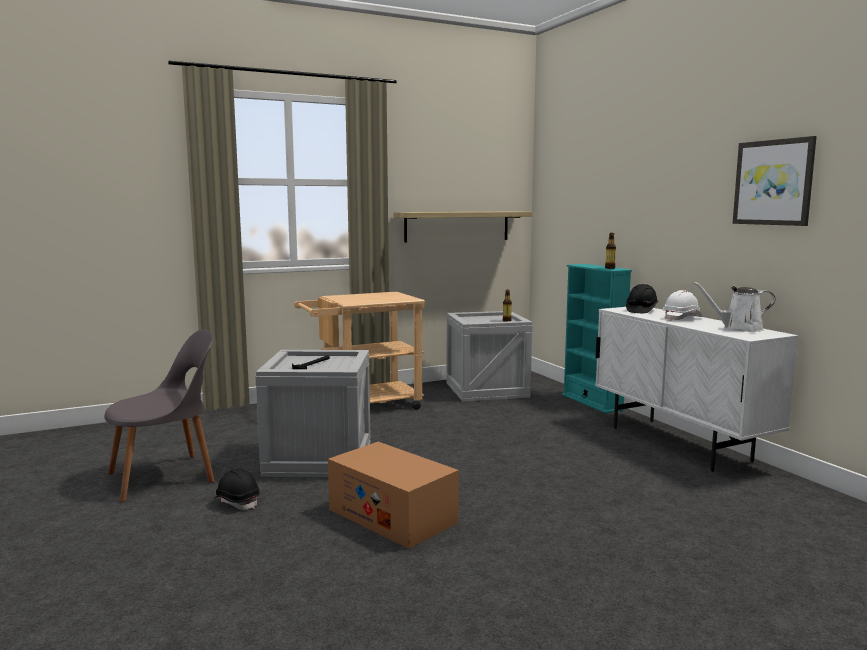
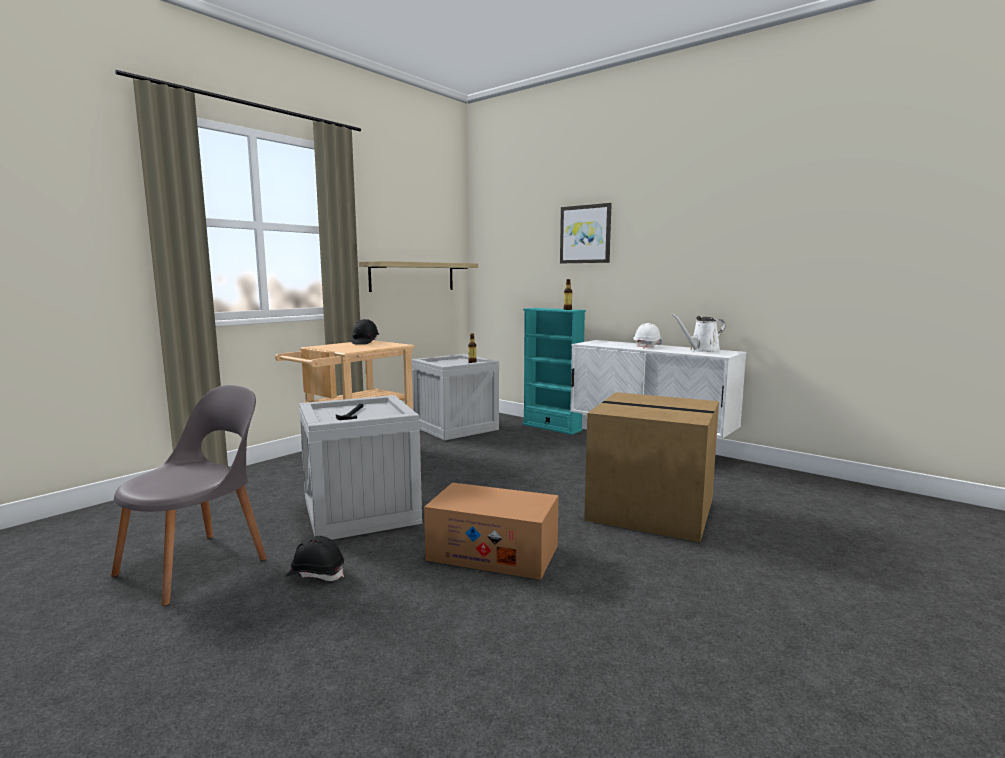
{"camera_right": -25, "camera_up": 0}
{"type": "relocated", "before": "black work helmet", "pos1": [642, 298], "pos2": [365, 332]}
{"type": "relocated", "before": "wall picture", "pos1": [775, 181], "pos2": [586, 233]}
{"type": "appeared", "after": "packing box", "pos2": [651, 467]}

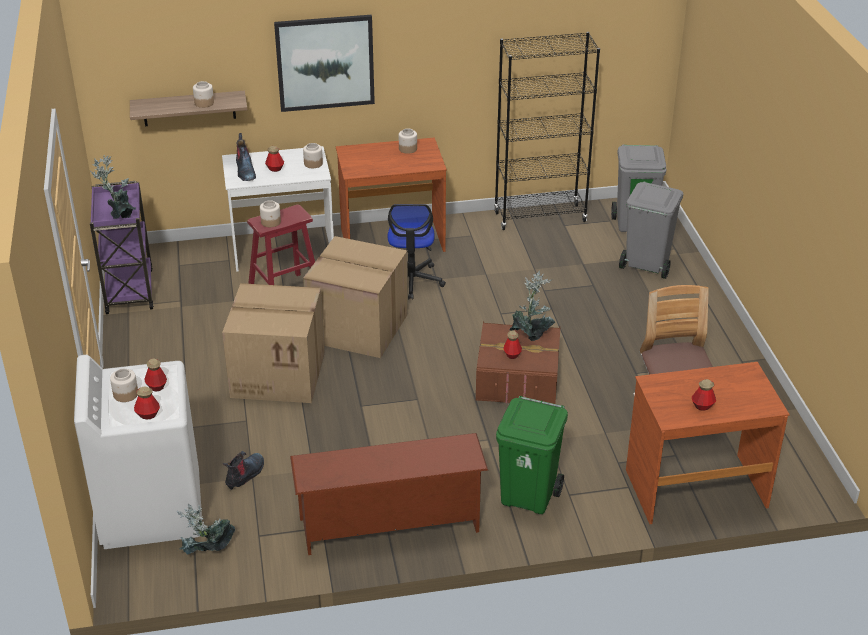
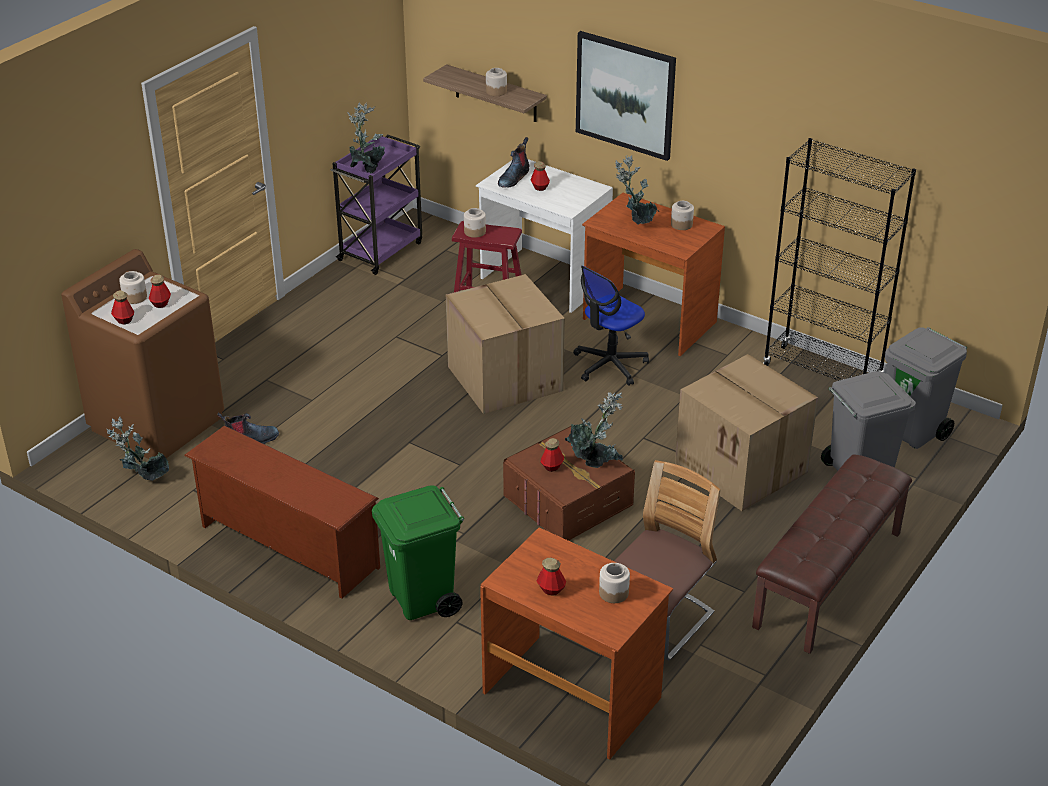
{"camera_right": 45, "camera_up": 0}
{"type": "colour", "before": "white-coloured laundry machine", "after": "brown-coloured laundry machine", "pos1": [138, 452], "pos2": [142, 354]}
{"type": "relocated", "before": "packing box", "pos1": [273, 343], "pos2": [746, 432]}
{"type": "relocated", "before": "preserve jar", "pos1": [313, 155], "pos2": [614, 583]}
{"type": "appeared", "after": "plant in a pot", "pos2": [637, 190]}
{"type": "appeared", "after": "brown-coloured long seat", "pos2": [832, 554]}

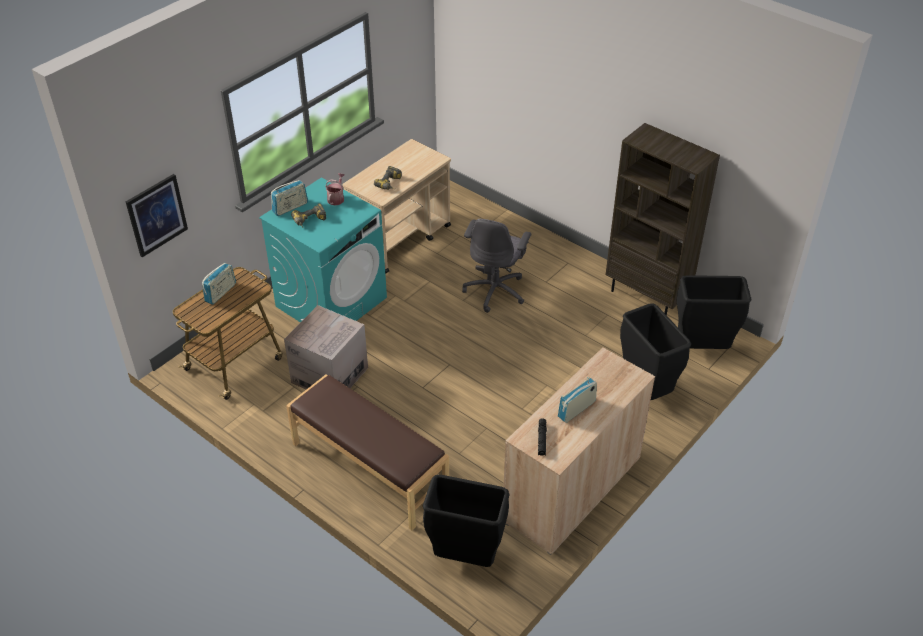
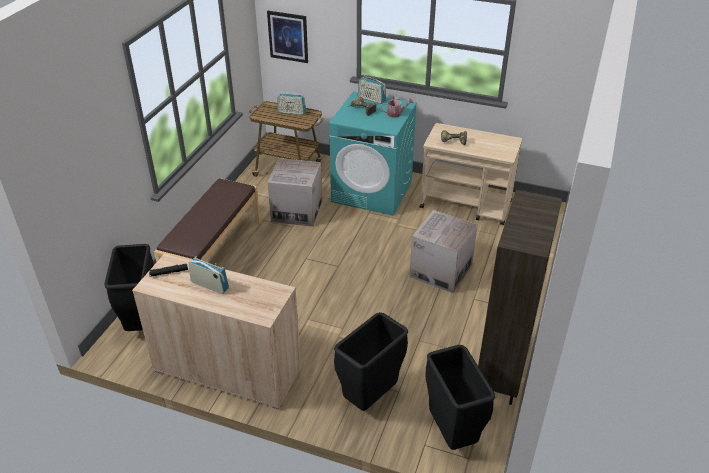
{"camera_right": 70, "camera_up": -5}
{"type": "exchanged", "before": "gray desk chair", "after": "packing box", "pos1": [496, 266], "pos2": [443, 251]}

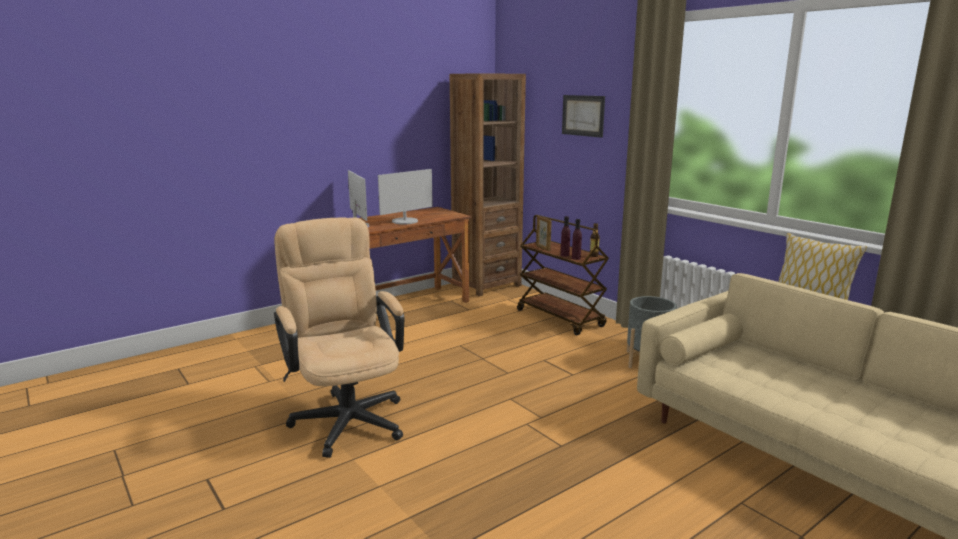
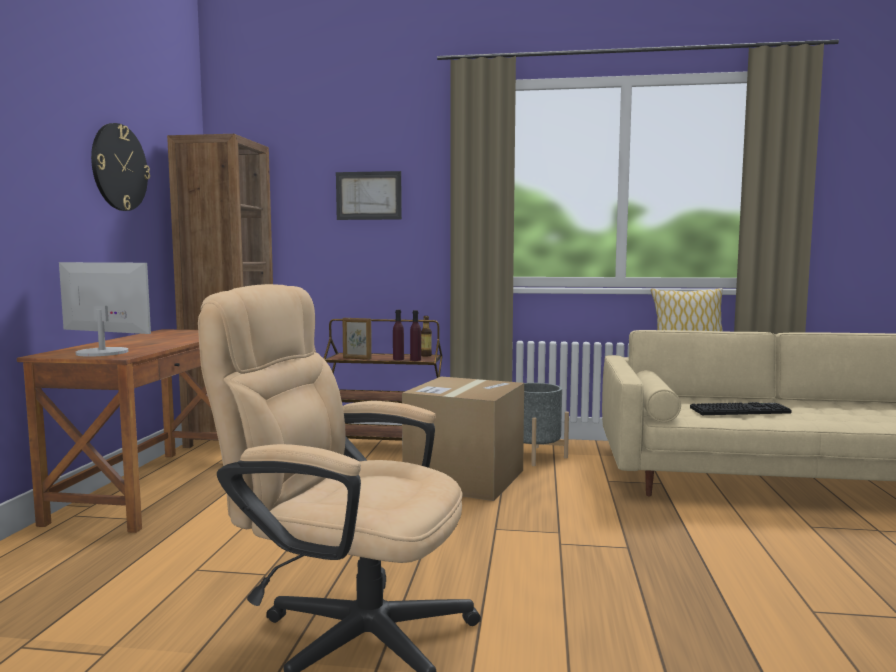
{"camera_right": -45, "camera_up": -10}
{"type": "missing", "before": "computer screen", "pos1": [405, 197]}
{"type": "appeared", "after": "hanging clock", "pos2": [120, 167]}
{"type": "appeared", "after": "packing box", "pos2": [463, 439]}
{"type": "appeared", "after": "computer keyboard", "pos2": [741, 408]}

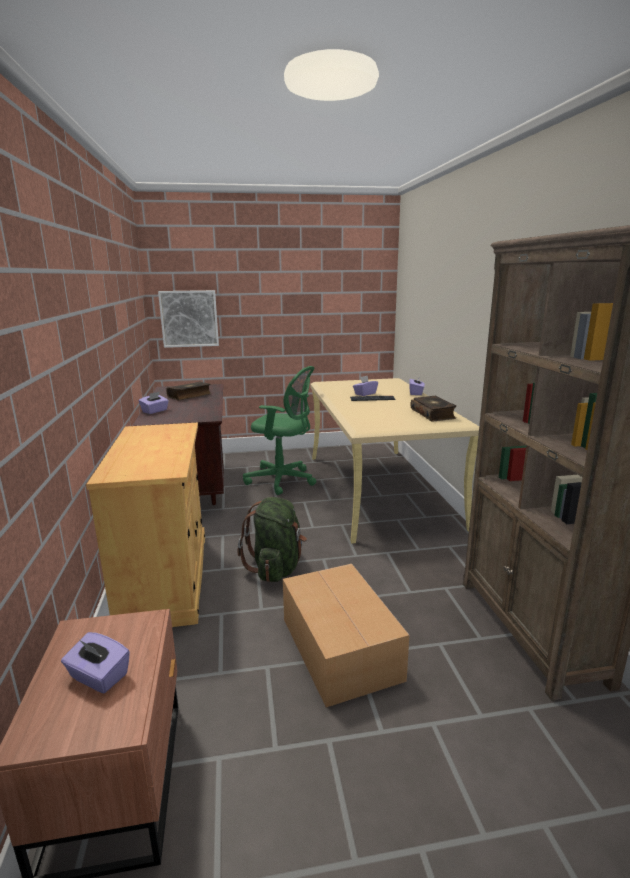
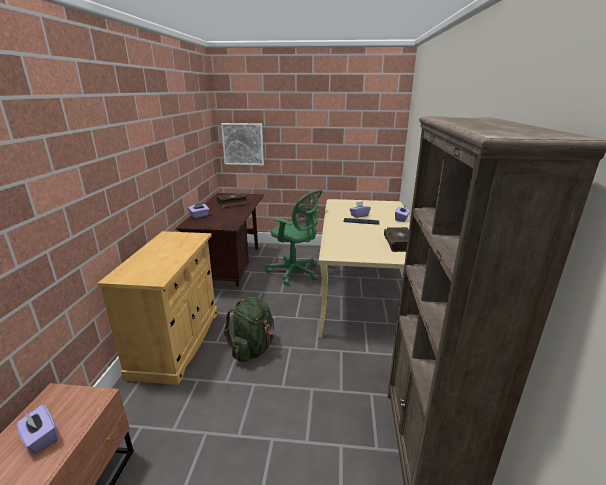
{"camera_right": 15, "camera_up": 5}
{"type": "missing", "before": "packing box", "pos1": [346, 635]}

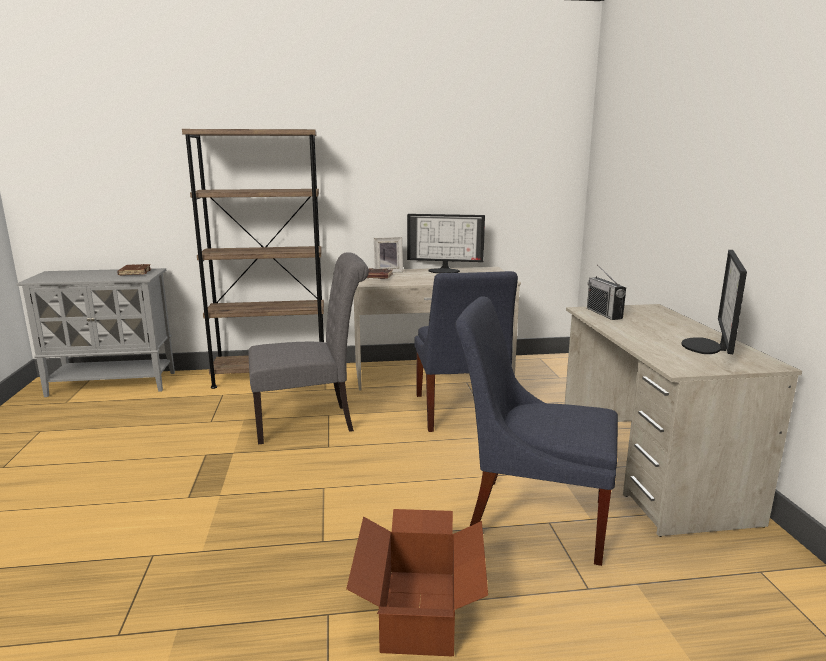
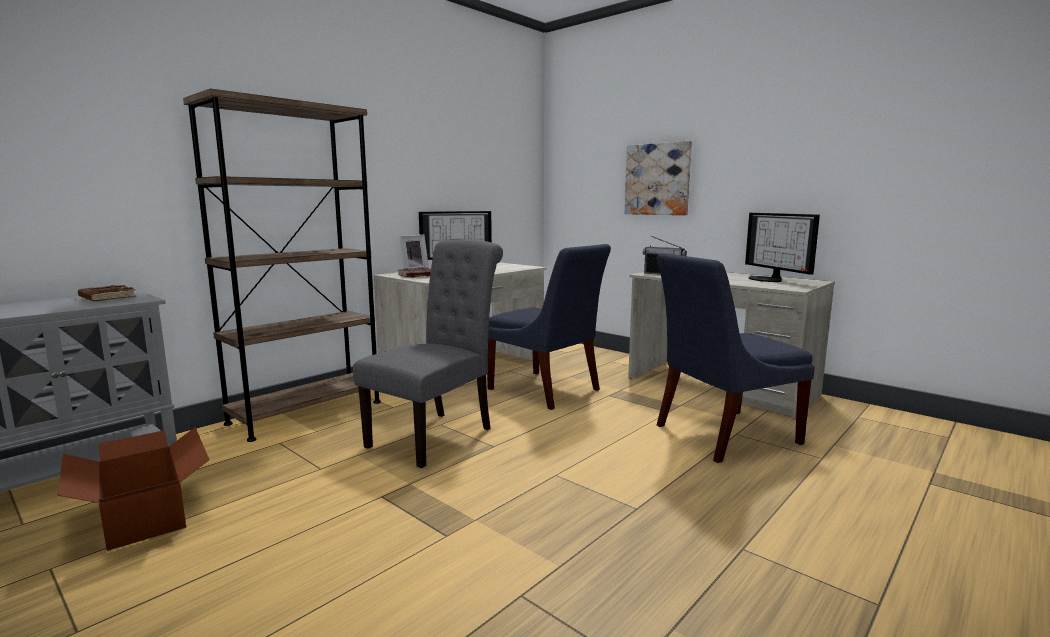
{"camera_right": -40, "camera_up": -5}
{"type": "relocated", "before": "packing box", "pos1": [417, 582], "pos2": [133, 489]}
{"type": "appeared", "after": "wall picture", "pos2": [658, 178]}

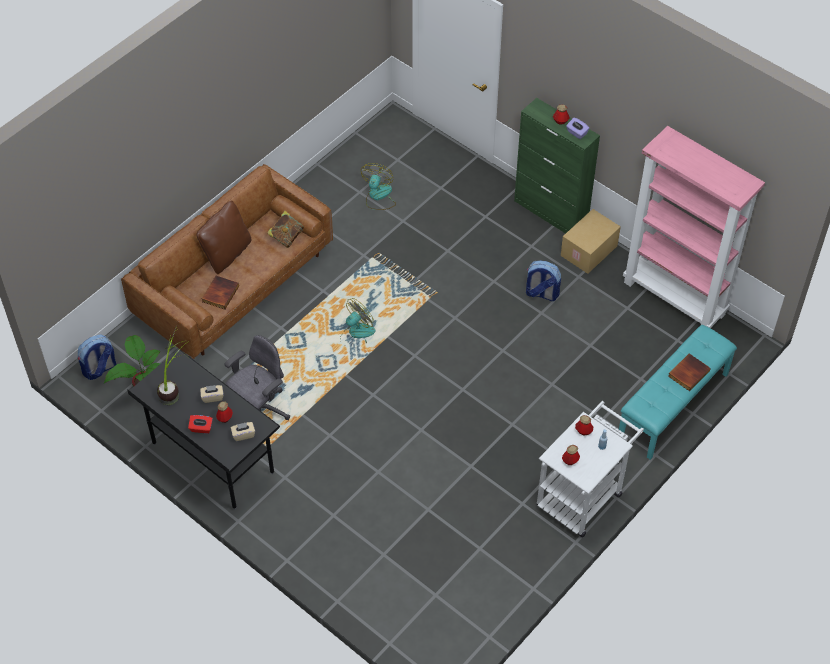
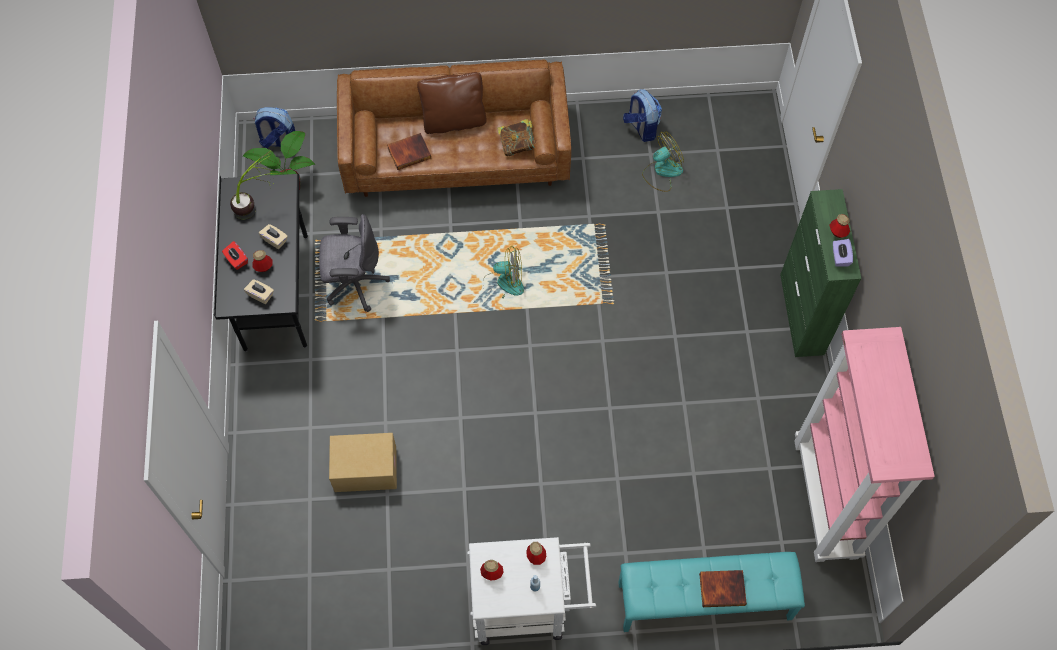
{"camera_right": 45, "camera_up": 10}
{"type": "relocated", "before": "rucksack", "pos1": [543, 281], "pos2": [642, 115]}
{"type": "relocated", "before": "packing box", "pos1": [591, 241], "pos2": [363, 462]}

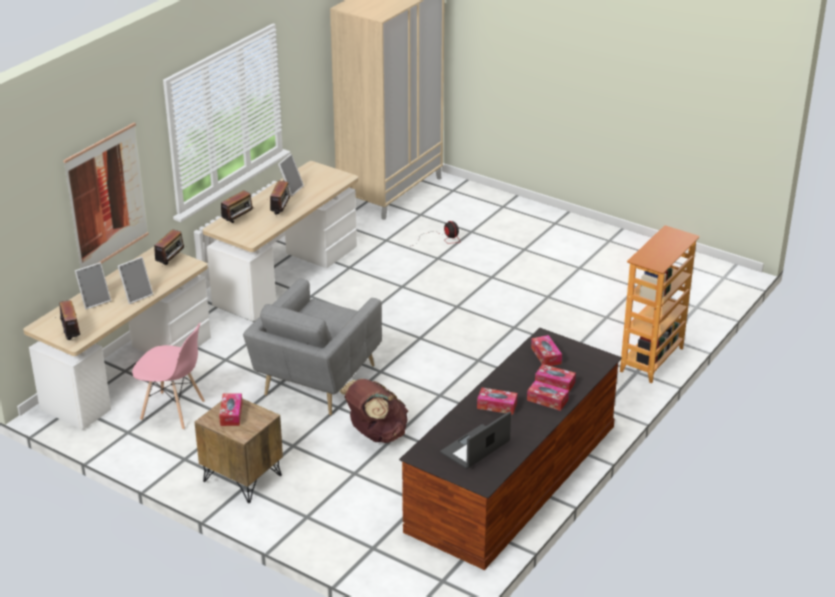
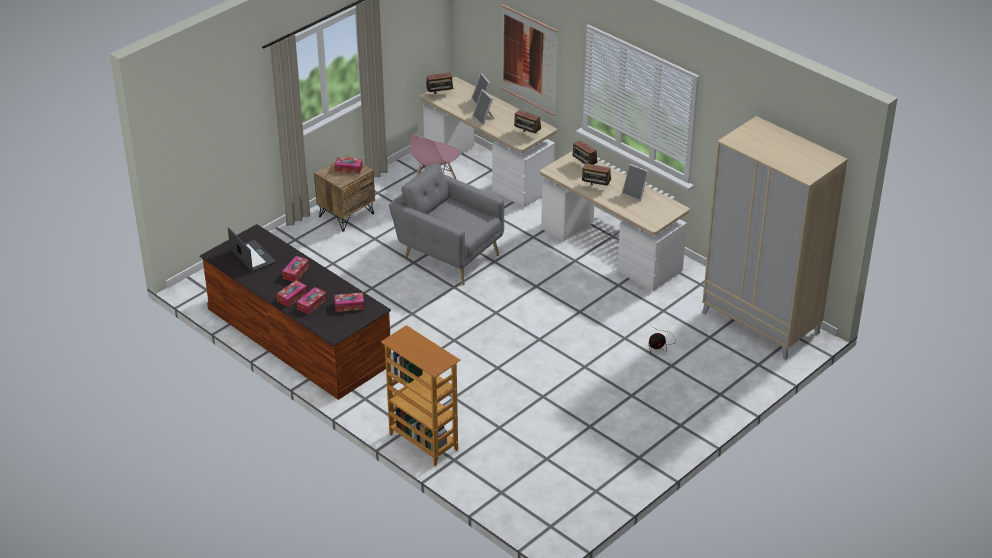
{"camera_right": 100, "camera_up": 5}
{"type": "missing", "before": "brown-coloured rucksack", "pos1": [373, 411]}

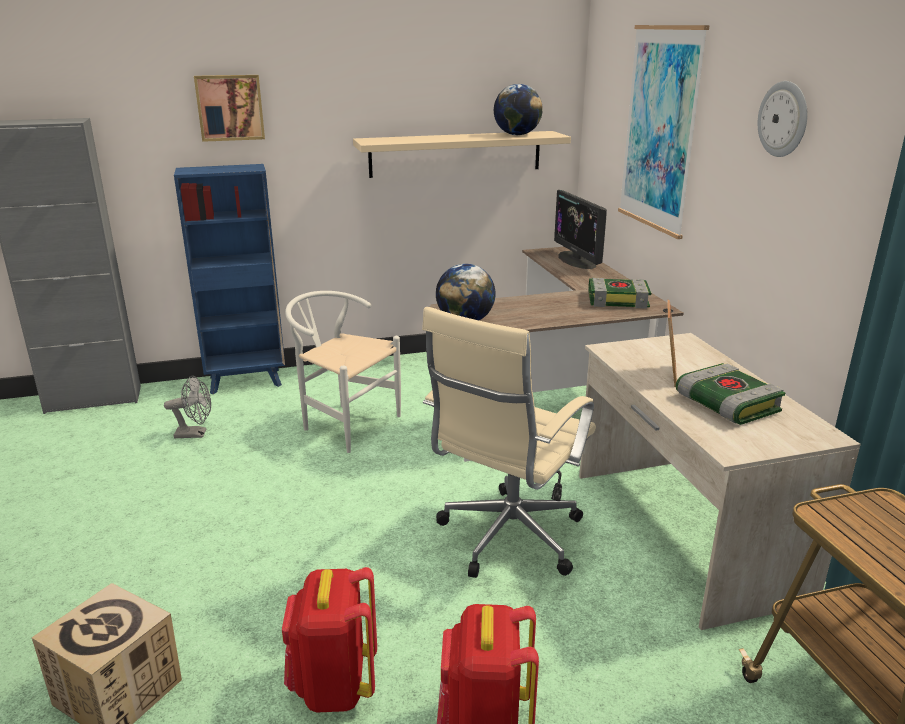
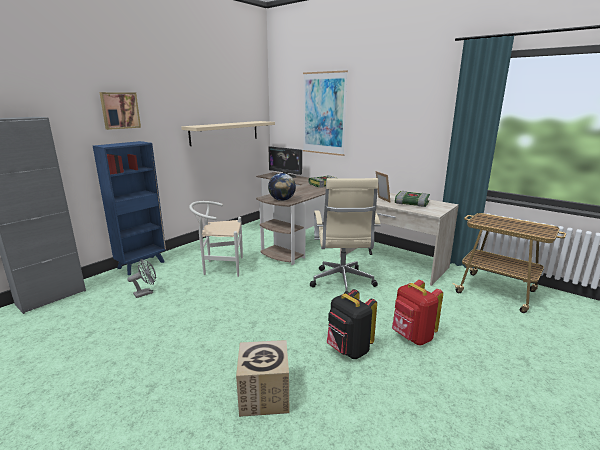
{"camera_right": -35, "camera_up": -5}
{"type": "colour", "before": "red rucksack", "after": "black rucksack", "pos1": [329, 640], "pos2": [352, 324]}
{"type": "missing", "before": "desk globe", "pos1": [518, 109]}
{"type": "missing", "before": "hanging clock", "pos1": [783, 119]}

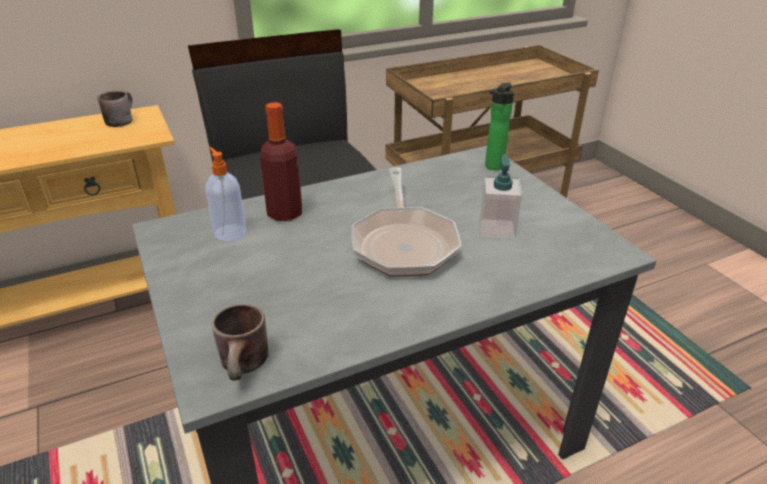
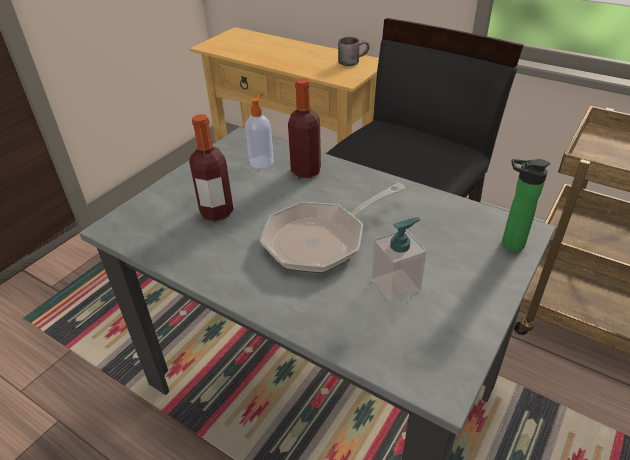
{"camera_right": 60, "camera_up": 5}
{"type": "missing", "before": "brown-coloured mug", "pos1": [239, 342]}
{"type": "appeared", "after": "bottle", "pos2": [211, 168]}

